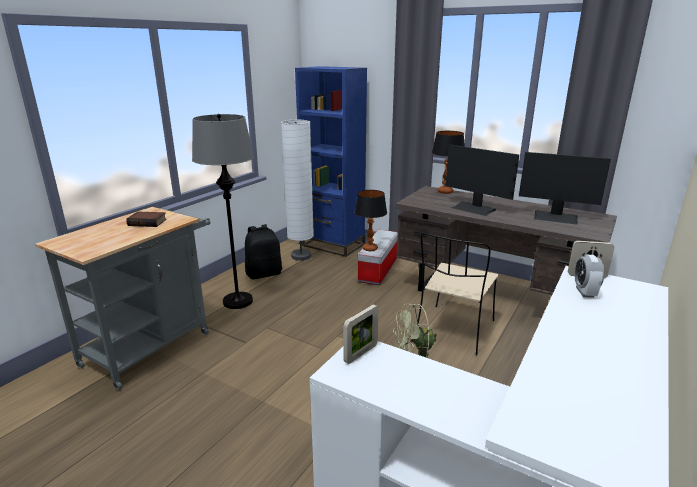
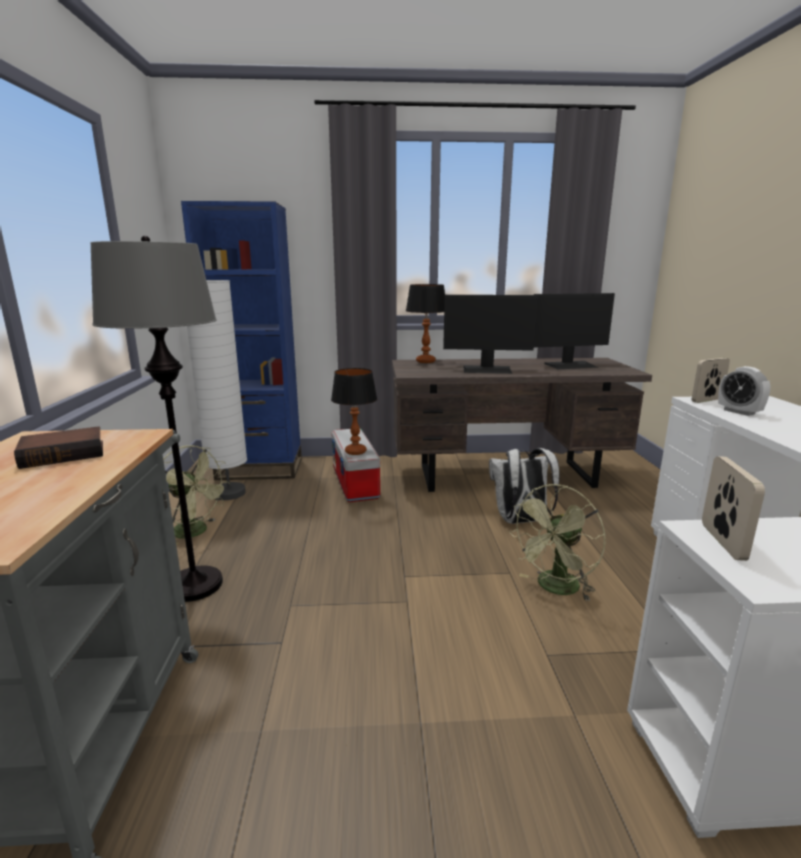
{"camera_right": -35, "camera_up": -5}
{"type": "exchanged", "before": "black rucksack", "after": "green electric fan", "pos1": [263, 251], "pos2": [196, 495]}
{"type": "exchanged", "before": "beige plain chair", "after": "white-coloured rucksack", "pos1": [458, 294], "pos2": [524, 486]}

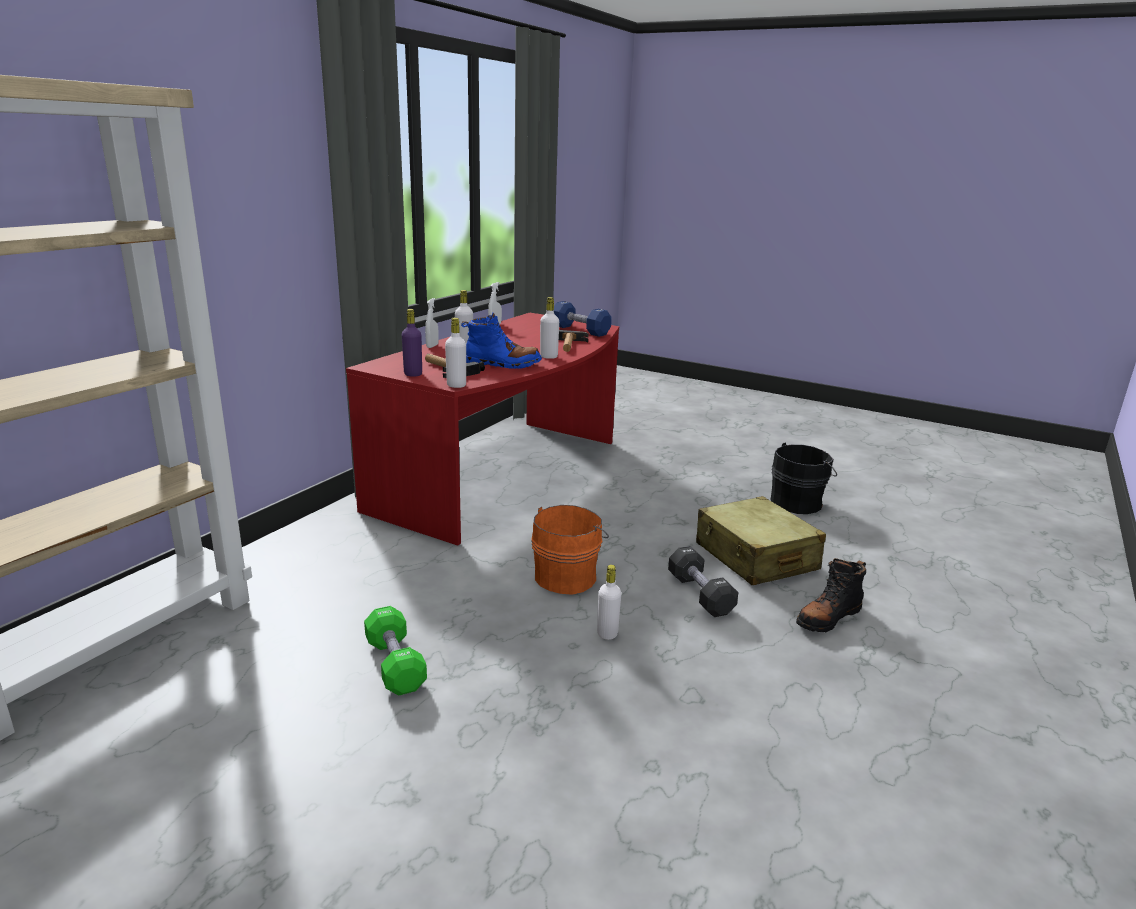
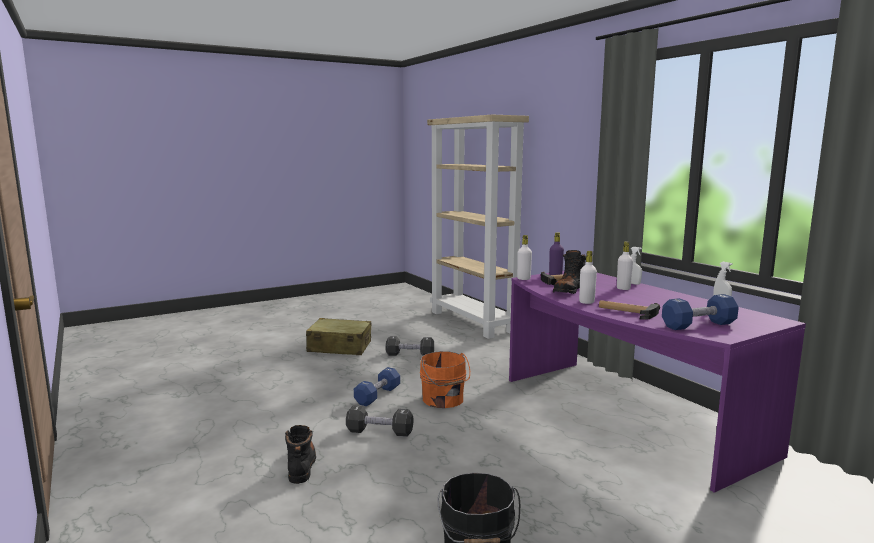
{"camera_right": 120, "camera_up": -10}
{"type": "colour", "before": "red desk table", "after": "purplish desk table", "pos1": [482, 429], "pos2": [657, 382]}
{"type": "colour", "before": "green free weight", "after": "black free weight", "pos1": [395, 650], "pos2": [410, 346]}
{"type": "colour", "before": "blue-coloured high-top boot", "after": "black high-top boot", "pos1": [501, 341], "pos2": [569, 272]}
{"type": "exchanged", "before": "white-coloured bottle", "after": "blue-coloured free weight", "pos1": [609, 602], "pos2": [377, 386]}
{"type": "relocated", "before": "beige travel case", "pos1": [761, 540], "pos2": [338, 336]}

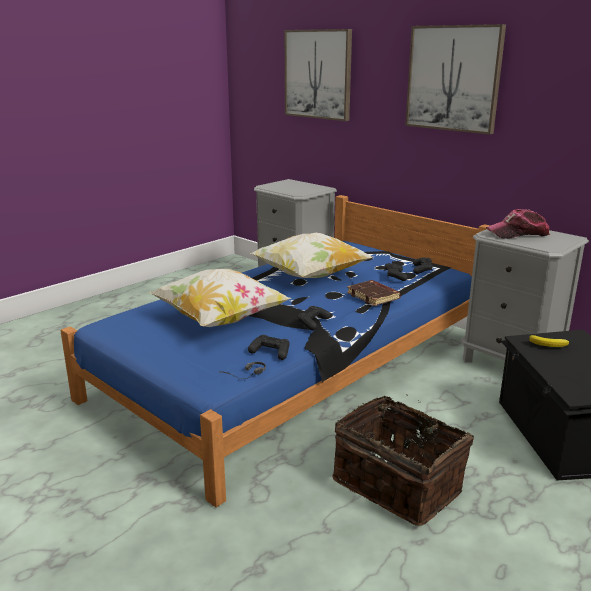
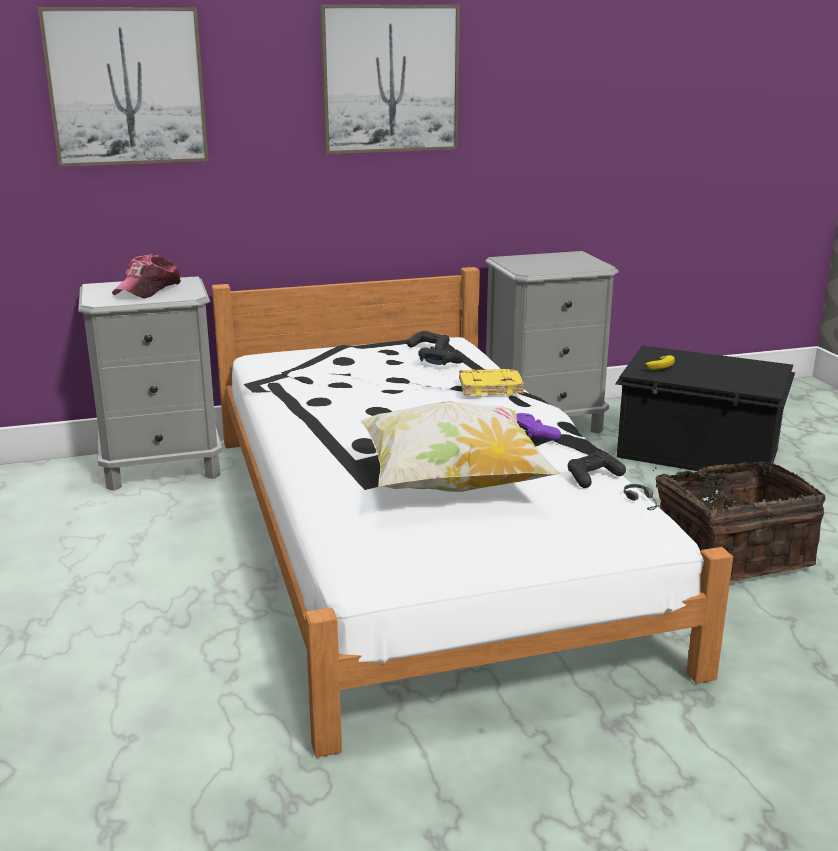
{"camera_right": -60, "camera_up": 0}
{"type": "colour", "before": "blue-coloured bedroom bed", "after": "white-coloured bedroom bed", "pos1": [275, 351], "pos2": [472, 512]}
{"type": "missing", "before": "pillow", "pos1": [311, 255]}
{"type": "colour", "before": "black gamepad", "after": "purplish gamepad", "pos1": [314, 318], "pos2": [538, 426]}
{"type": "colour", "before": "brown-coloured bound book", "after": "yellowish bound book", "pos1": [374, 293], "pos2": [492, 382]}
{"type": "relocated", "before": "cap", "pos1": [518, 224], "pos2": [146, 276]}

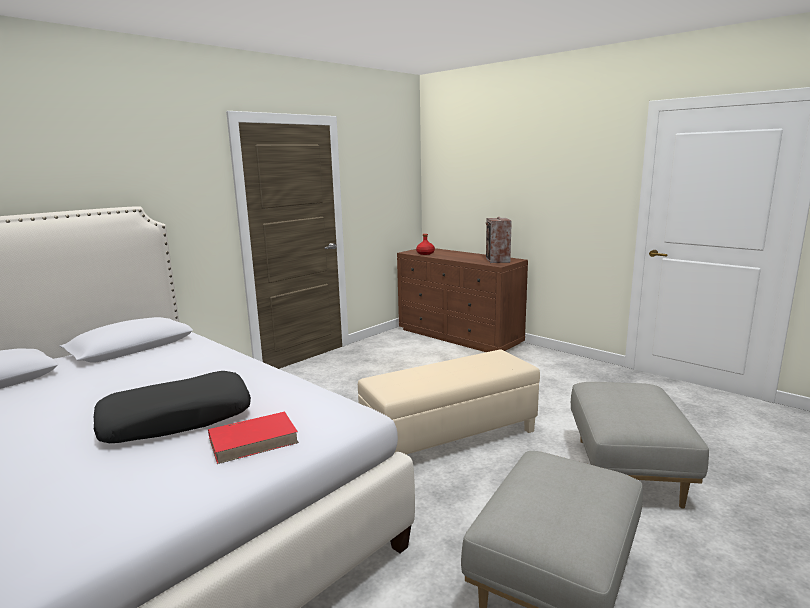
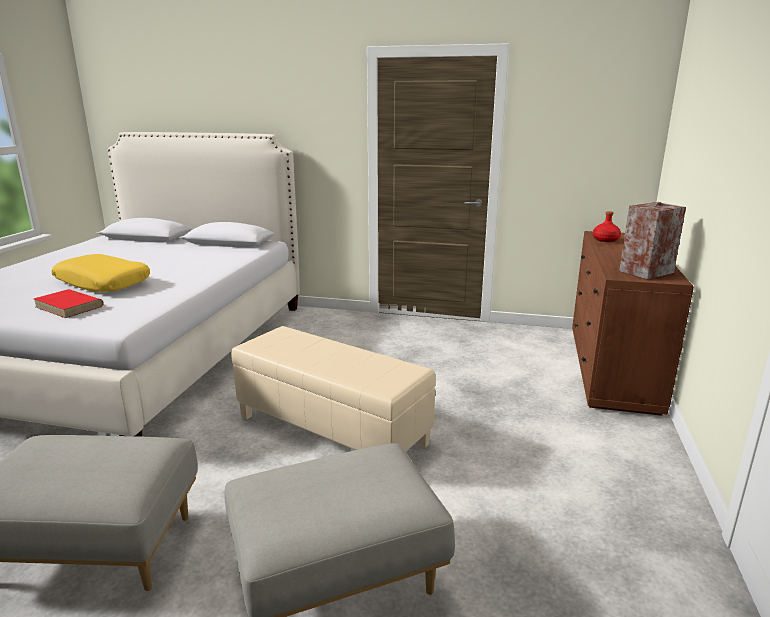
{"camera_right": 60, "camera_up": 5}
{"type": "colour", "before": "black pillow", "after": "yellowish pillow", "pos1": [172, 407], "pos2": [101, 273]}

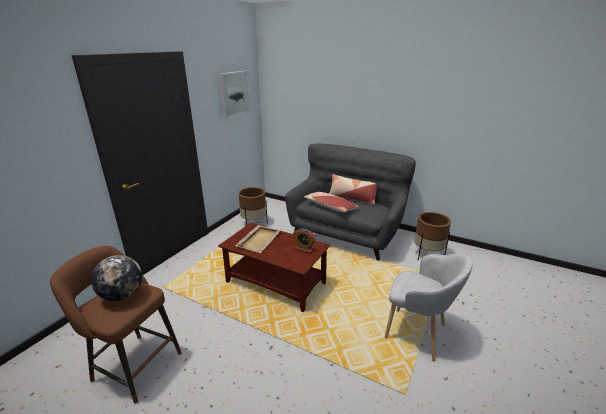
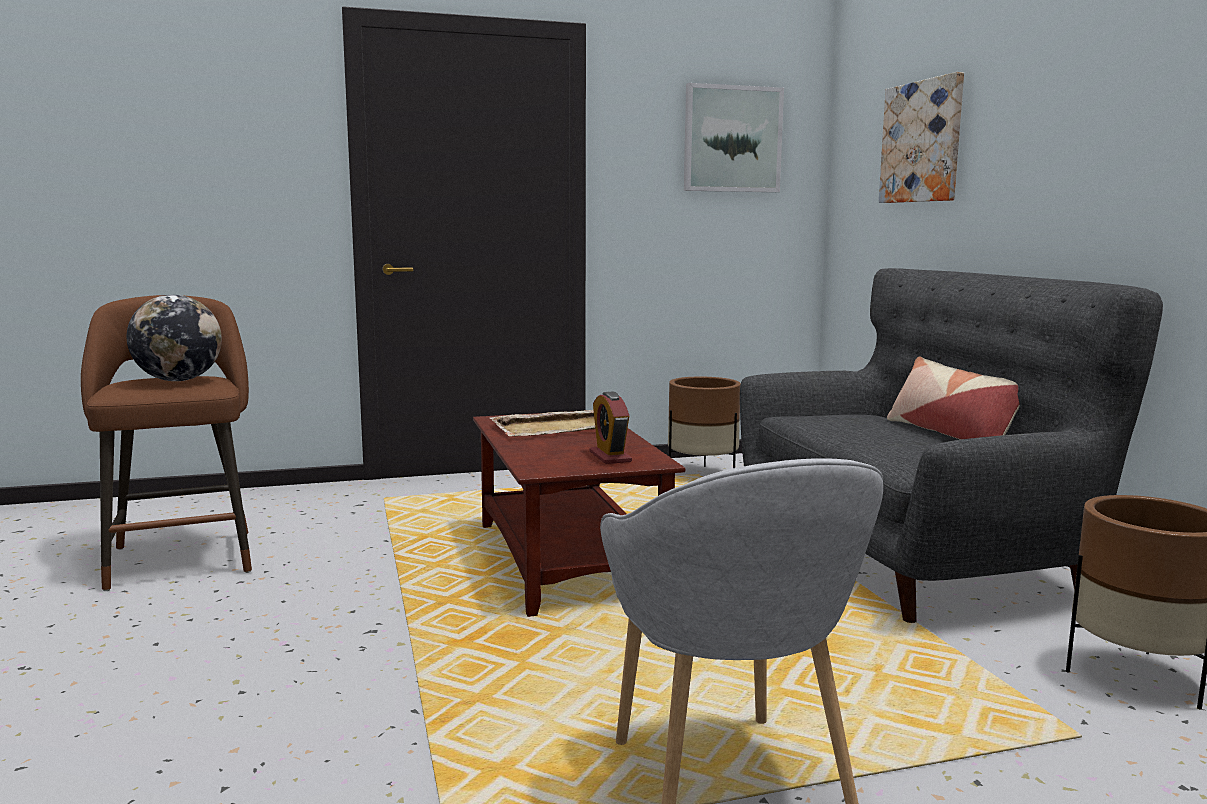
{"camera_right": 45, "camera_up": -15}
{"type": "missing", "before": "pillow", "pos1": [331, 202]}
{"type": "appeared", "after": "wall picture", "pos2": [921, 137]}

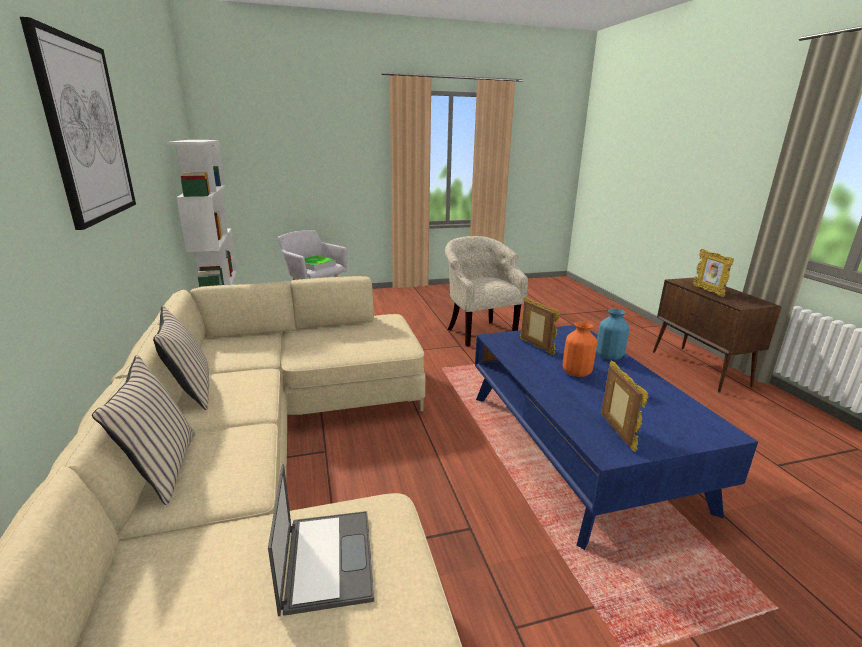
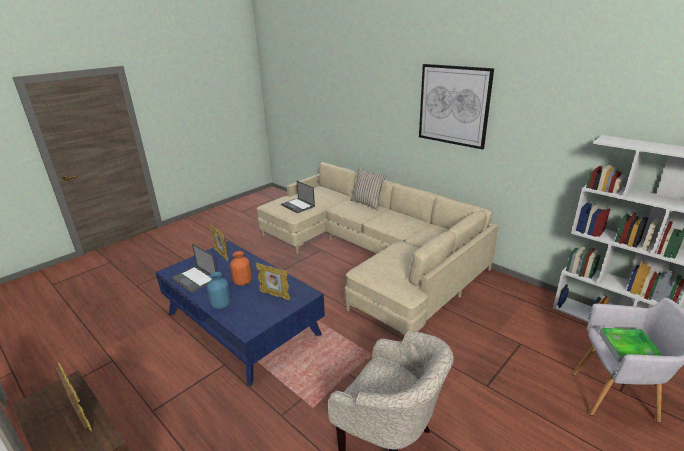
{"camera_right": 150, "camera_up": 5}
{"type": "missing", "before": "beige pillow", "pos1": [181, 358]}
{"type": "appeared", "after": "laptop", "pos2": [194, 268]}

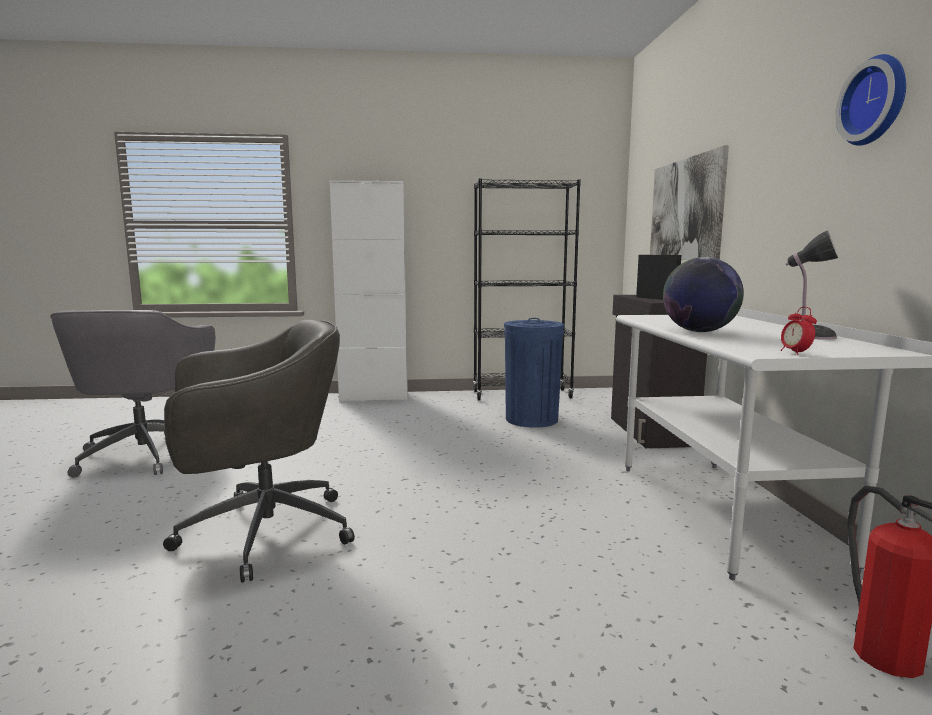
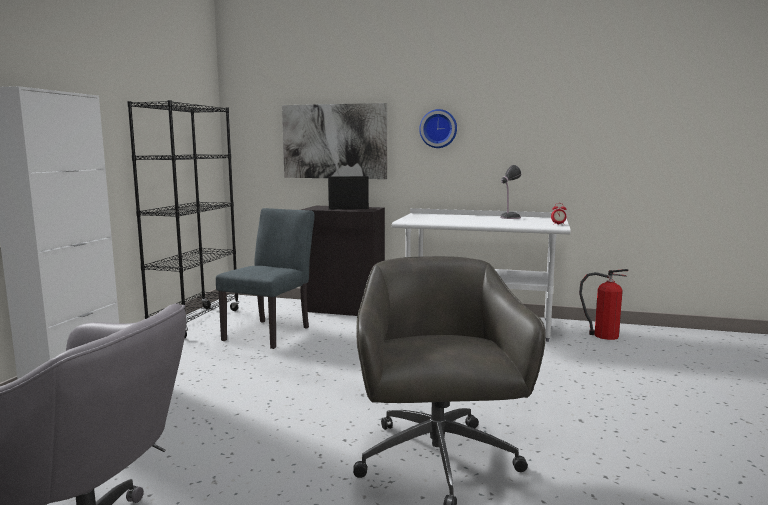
{"camera_right": -70, "camera_up": 0}
{"type": "exchanged", "before": "blue-coloured rubbish bin", "after": "gray plain chair", "pos1": [534, 373], "pos2": [265, 278]}
{"type": "missing", "before": "desk globe", "pos1": [703, 294]}
{"type": "relocated", "before": "hanging clock", "pos1": [870, 100], "pos2": [438, 128]}

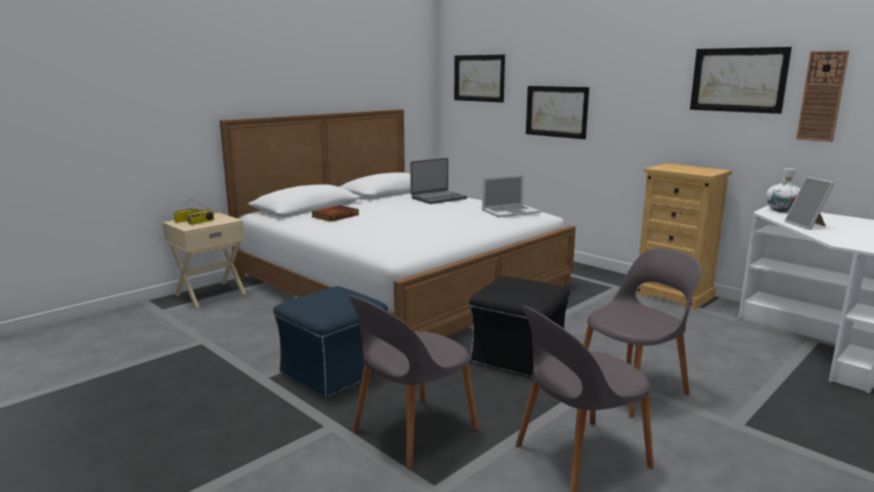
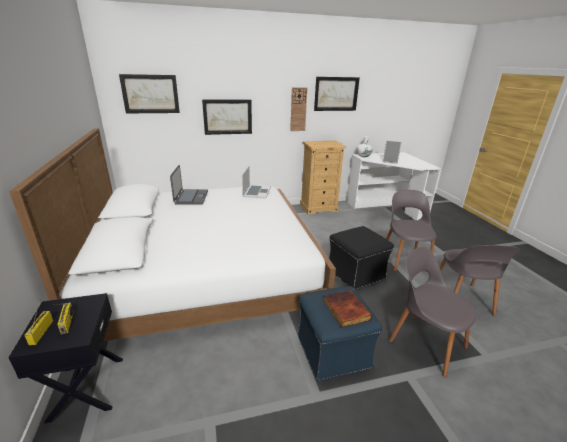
{"camera_right": -60, "camera_up": 10}
{"type": "colour", "before": "beige nightstand", "after": "black nightstand", "pos1": [204, 260], "pos2": [66, 358]}
{"type": "relocated", "before": "bound book", "pos1": [335, 213], "pos2": [347, 309]}
{"type": "spun", "before": "gray plain chair", "pos1": [413, 382], "pos2": [433, 312], "turn": 150}
{"type": "relocated", "before": "hanging clock", "pos1": [822, 96], "pos2": [298, 109]}

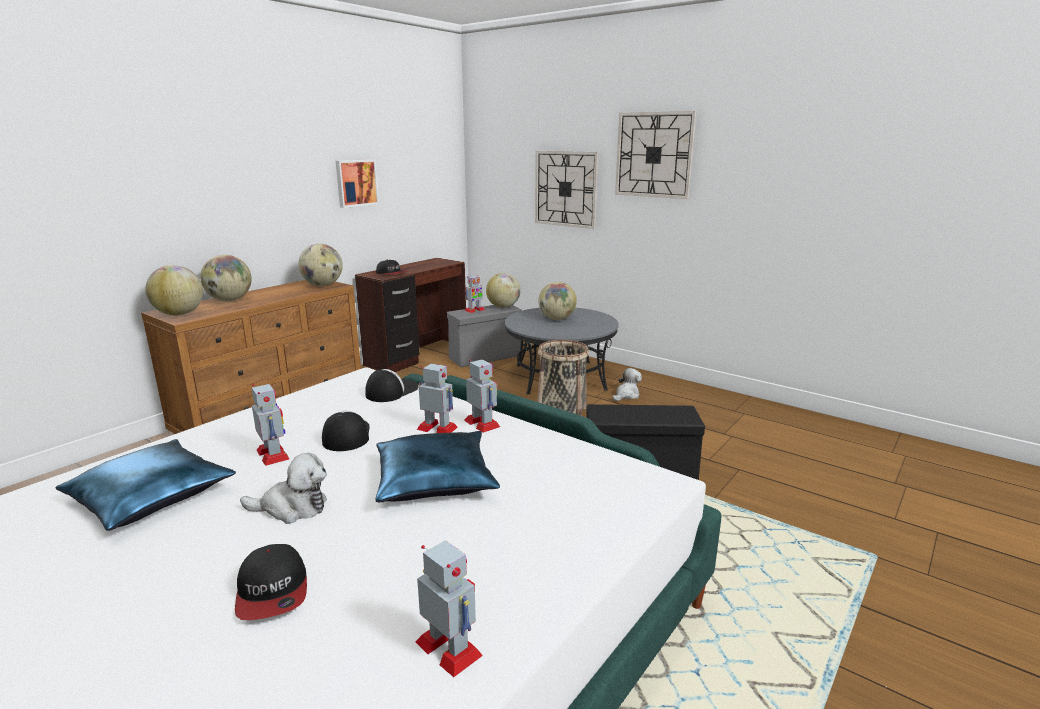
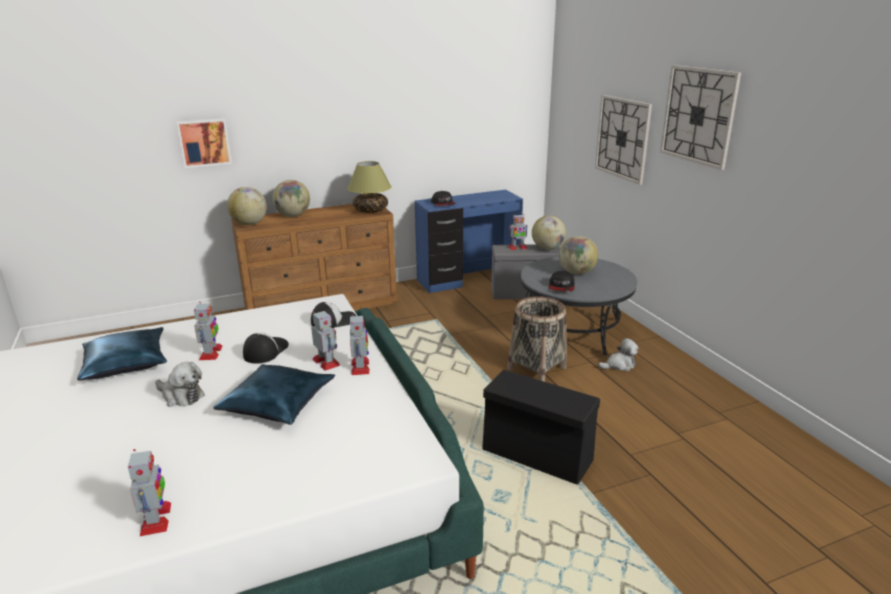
{"camera_right": 30, "camera_up": 5}
{"type": "relocated", "before": "cap", "pos1": [271, 582], "pos2": [562, 281]}
{"type": "exchanged", "before": "desk globe", "after": "lamp for a table", "pos1": [320, 265], "pos2": [369, 187]}
{"type": "relocated", "before": "wall picture", "pos1": [357, 183], "pos2": [204, 143]}
{"type": "colour", "before": "brown-coloured desk table", "after": "blue-coloured desk table", "pos1": [410, 315], "pos2": [469, 241]}

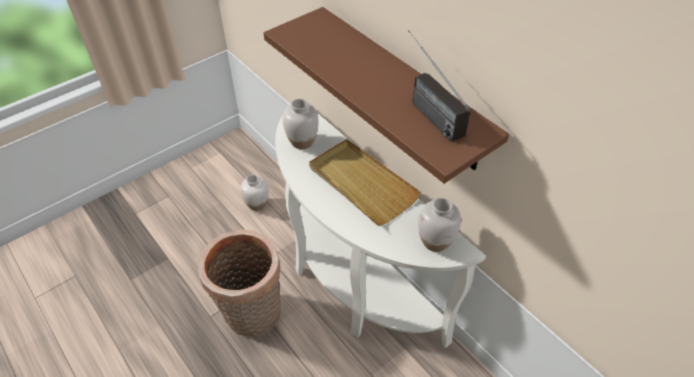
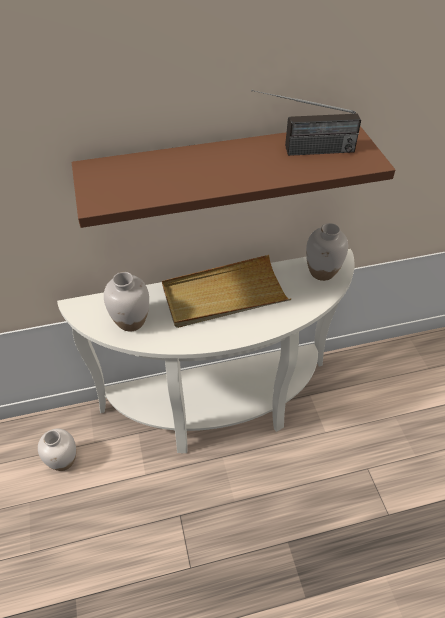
{"camera_right": -65, "camera_up": 0}
{"type": "missing", "before": "storage basket", "pos1": [239, 283]}

